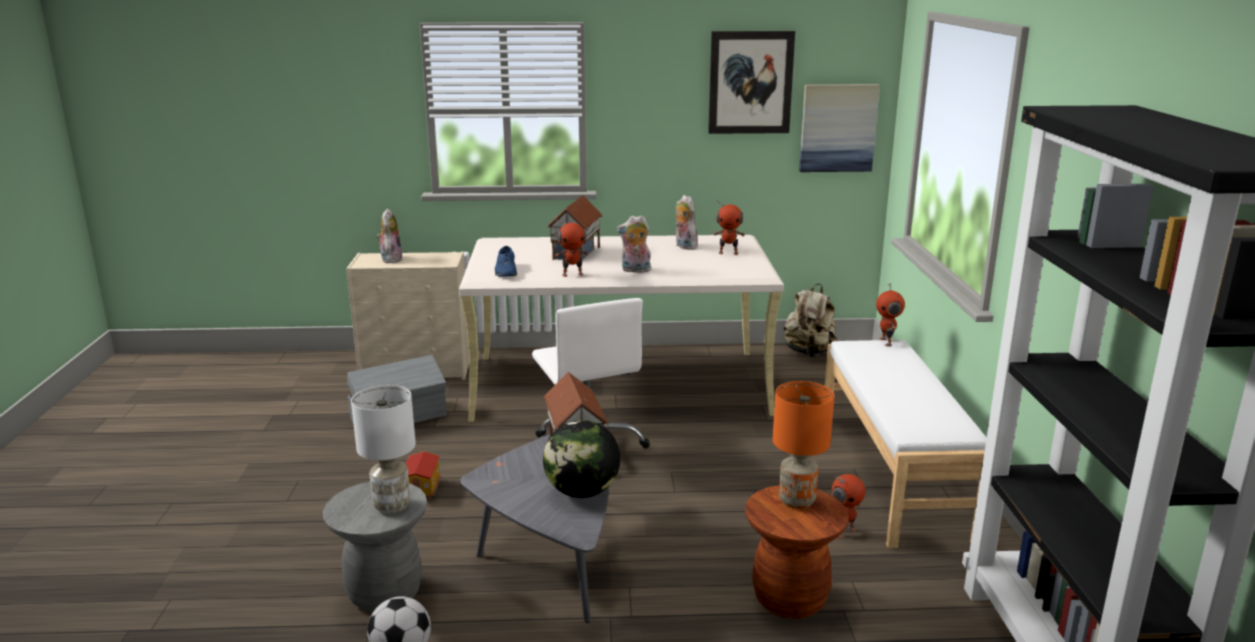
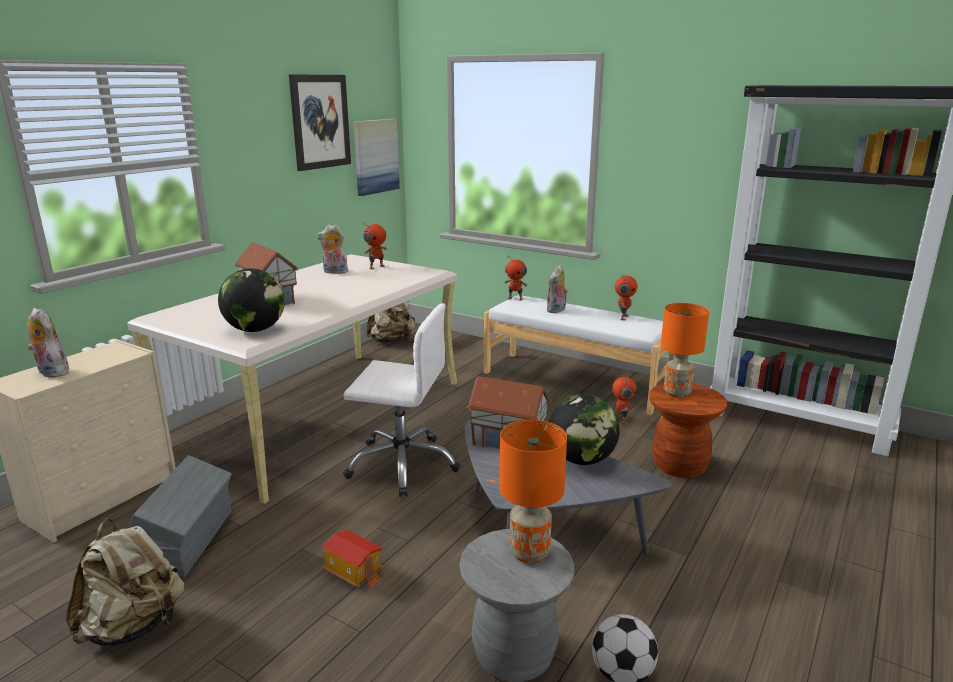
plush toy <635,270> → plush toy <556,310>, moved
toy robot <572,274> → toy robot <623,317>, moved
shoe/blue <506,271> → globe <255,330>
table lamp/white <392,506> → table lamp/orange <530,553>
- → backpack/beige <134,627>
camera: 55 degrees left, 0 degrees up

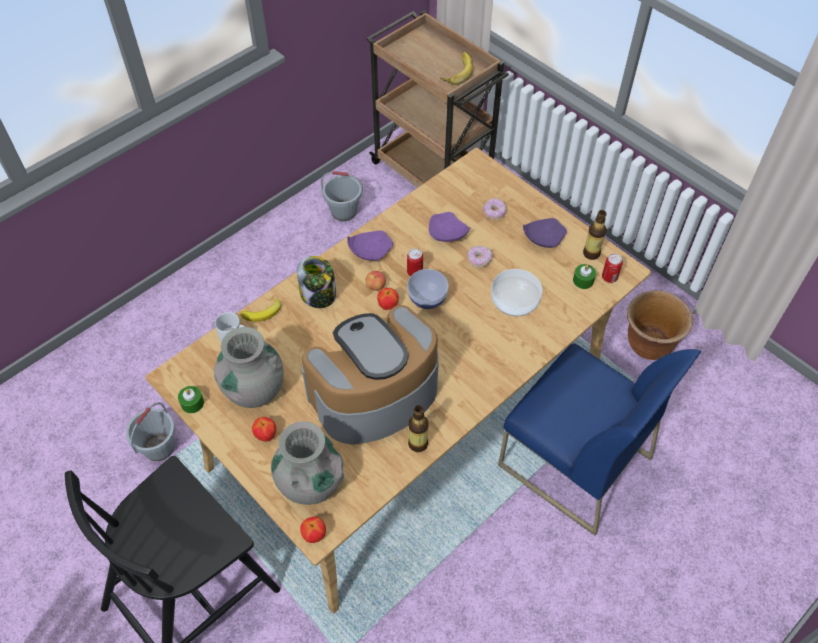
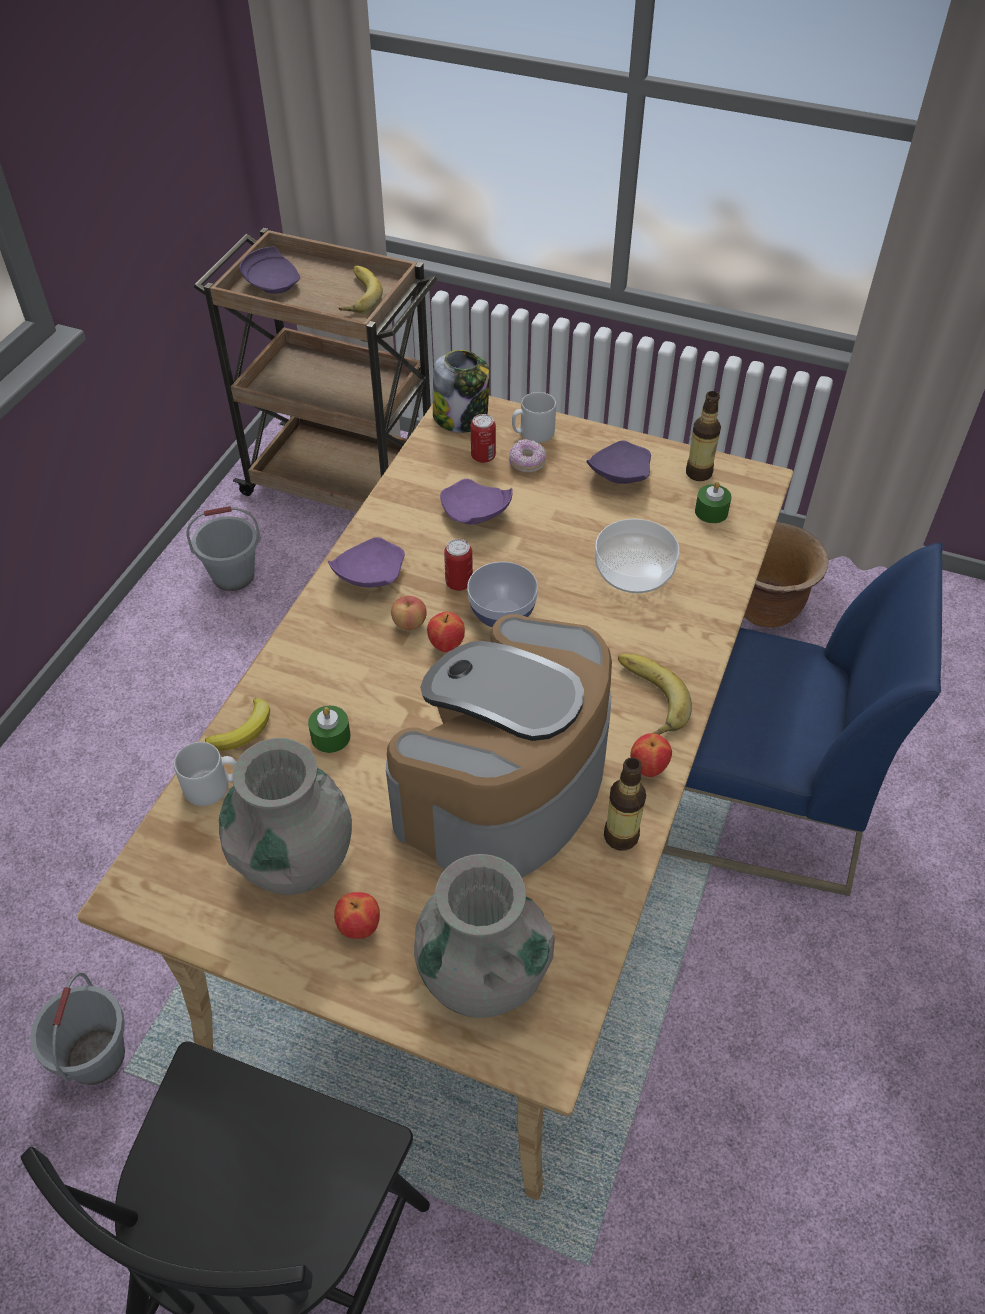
donut <479,260> → -
can <609,277> → can <483,456>, moved
jar <319,295> → jar <461,418>, moved
candle/green <192,403> → candle/green <330,736>, moved
apple <314,535> → apple <648,768>, moved
- → plate/purple <273,282>
- → mug/grey <532,433>
- → banana <646,698>
camera: 25 degrees left, 5 degrees down

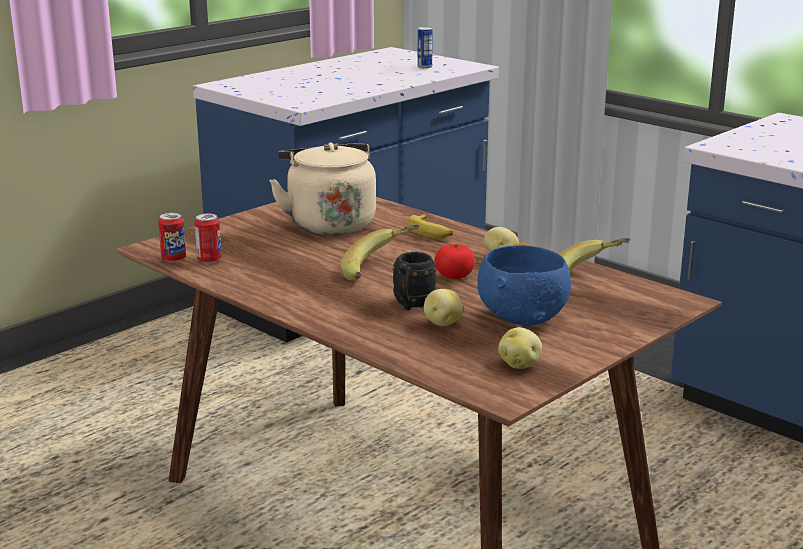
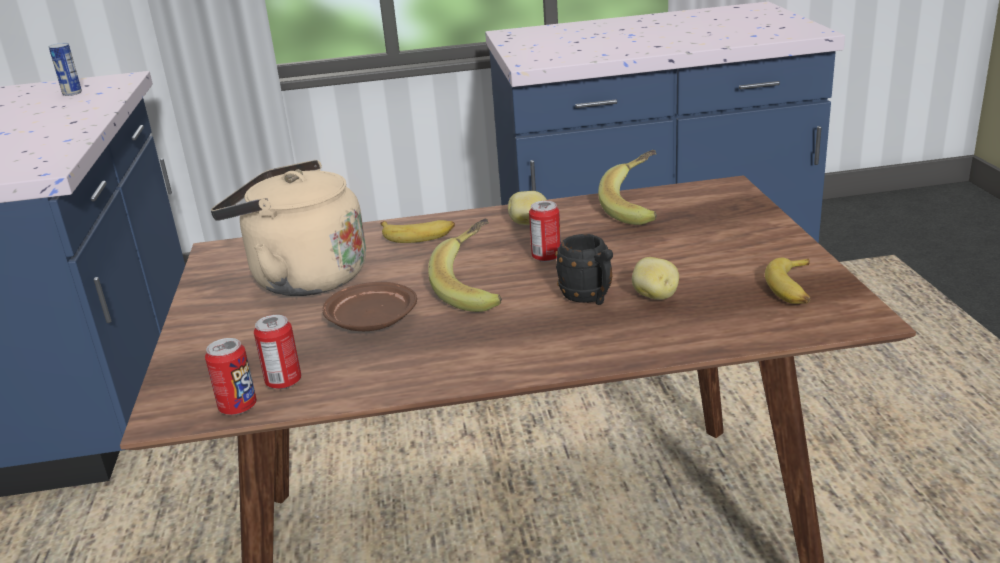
tomato <454,276> → can <546,257>
bowl/blue <523,318> → -
potato <520,364> → banana <793,289>
- → plate/brown <371,321>
camera: 50 degrees left, 5 degrees up

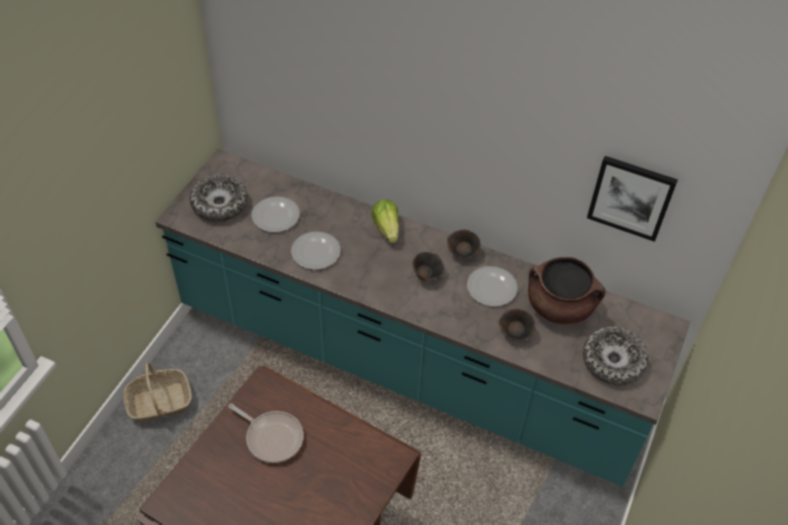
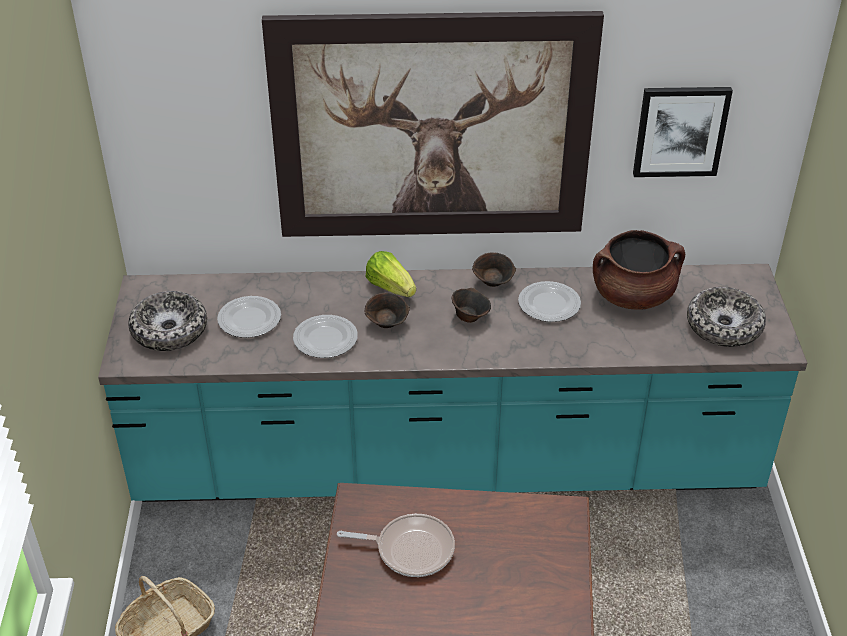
bowl/brown <516,333> → bowl/brown <387,323>, moved
- → picture <432,128>
camera: 25 degrees left, 10 degrees down

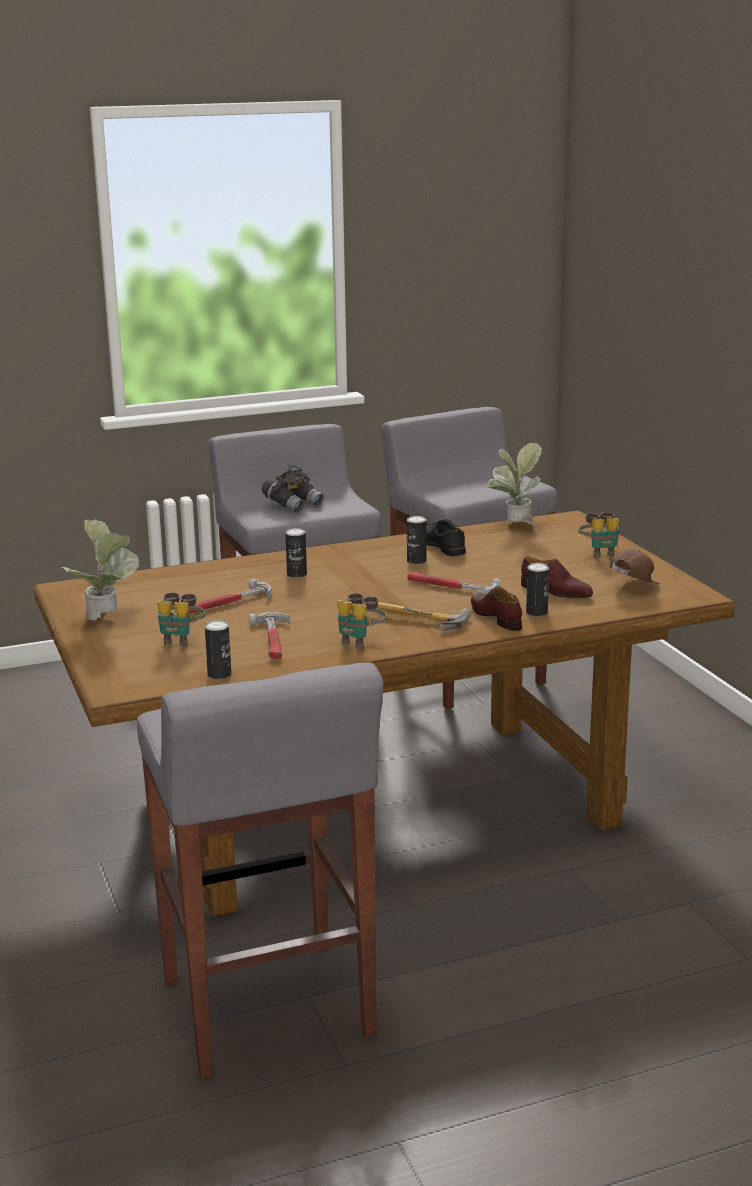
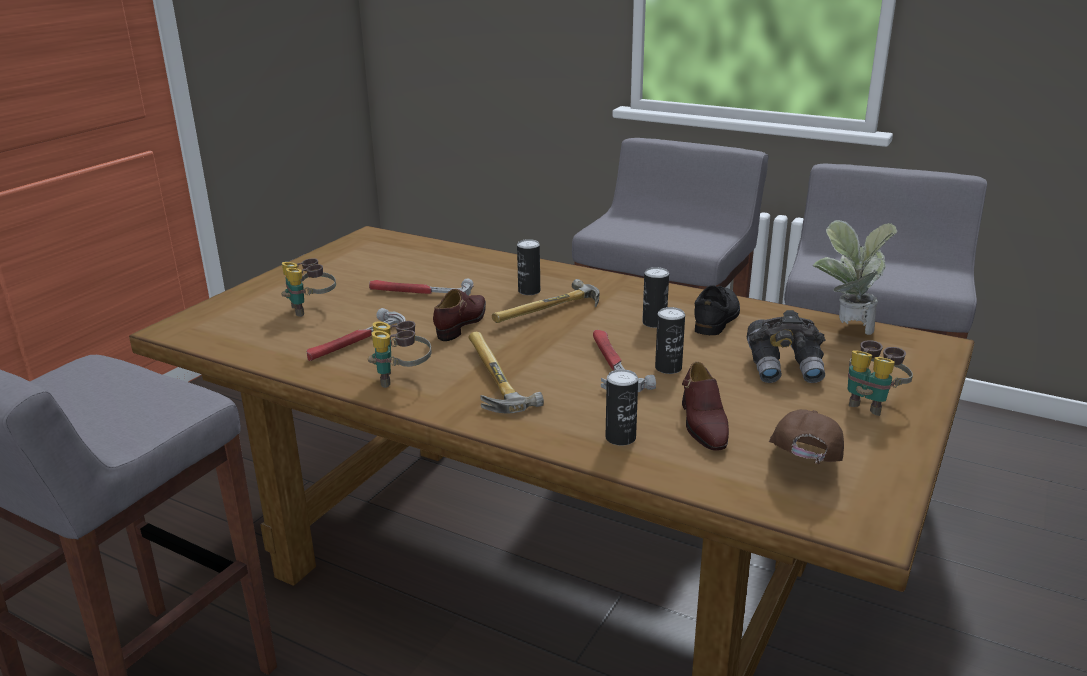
binoculars/grey <293,505> → binoculars/grey <785,368>, moved
potted plant <107,618> → -
cap/brown <631,588> → cap/brown <802,467>, 75 degrees counterclockwise
shoe/brown <496,617> → shoe/brown <462,323>, moved
can <219,674> → can <668,368>, moved
- → hammer <551,312>
camera: 50 degrees right, 5 degrees up

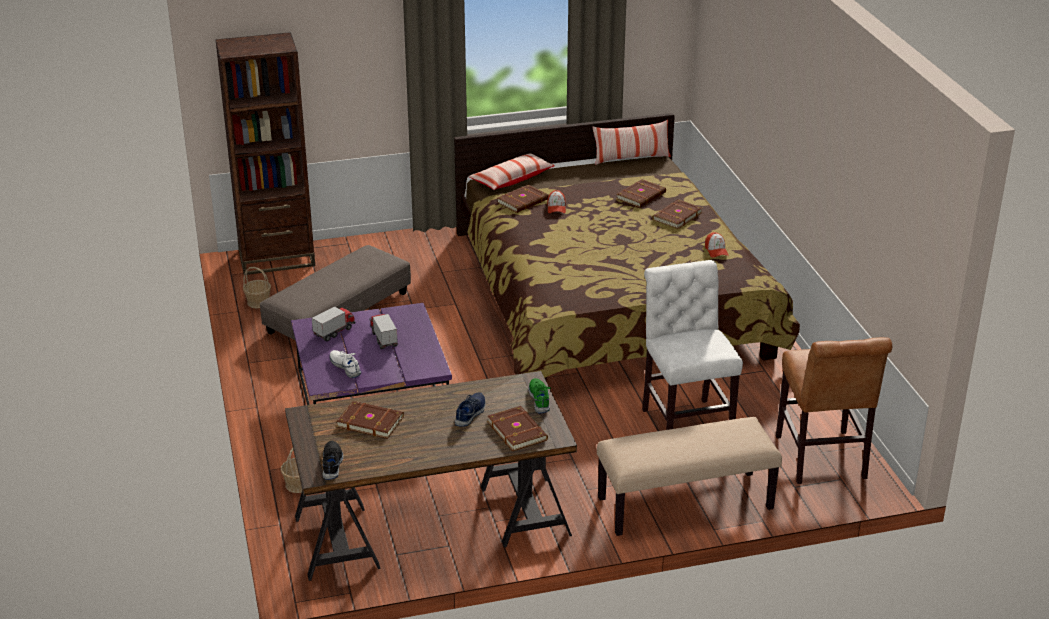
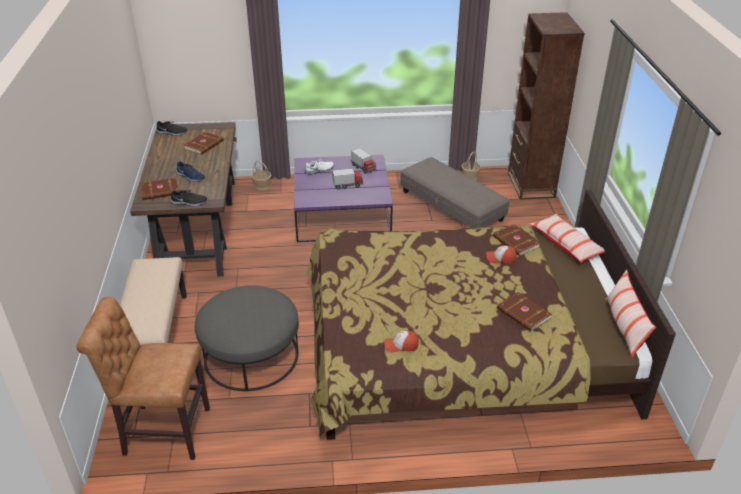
book/brown <676,216> → -
chair/white <685,423> → ottoman/grey <251,356>
shoe/green <540,399> → shoe/black <189,203>
camera: 100 degrees right, 5 degrees up

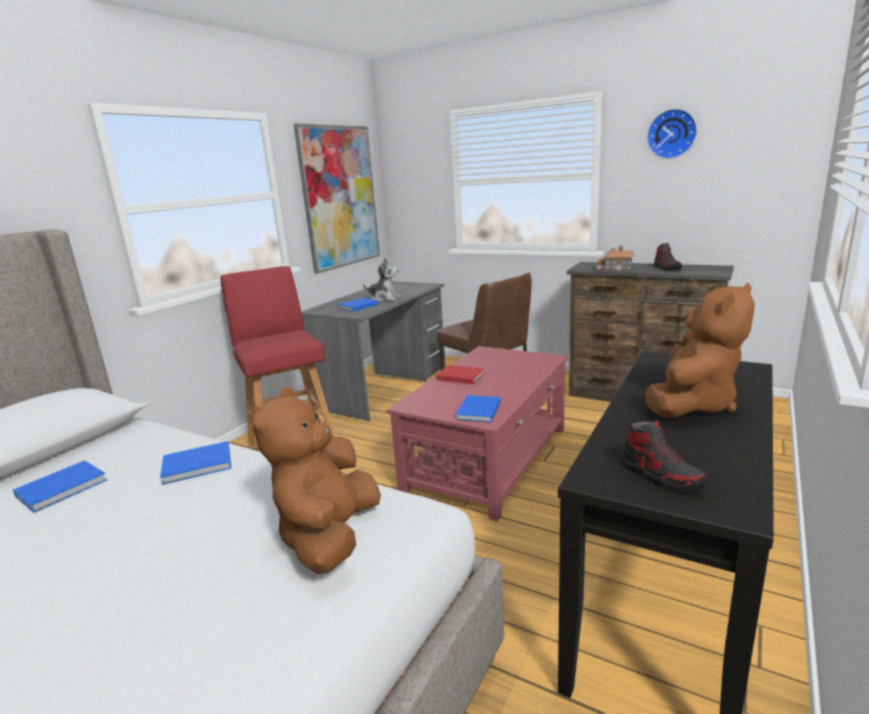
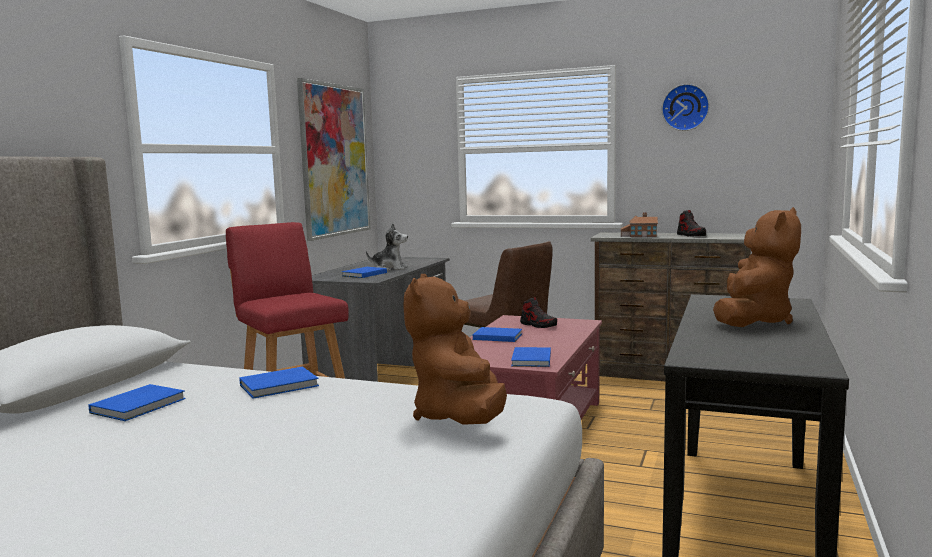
book/red <460,376> → book/blue <496,336>
shoe <661,476> → shoe <538,325>, moved
camera: 10 degrees left, 10 degrees down

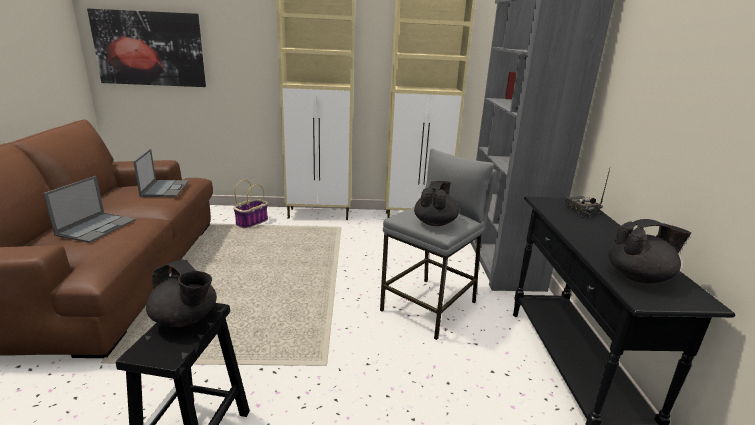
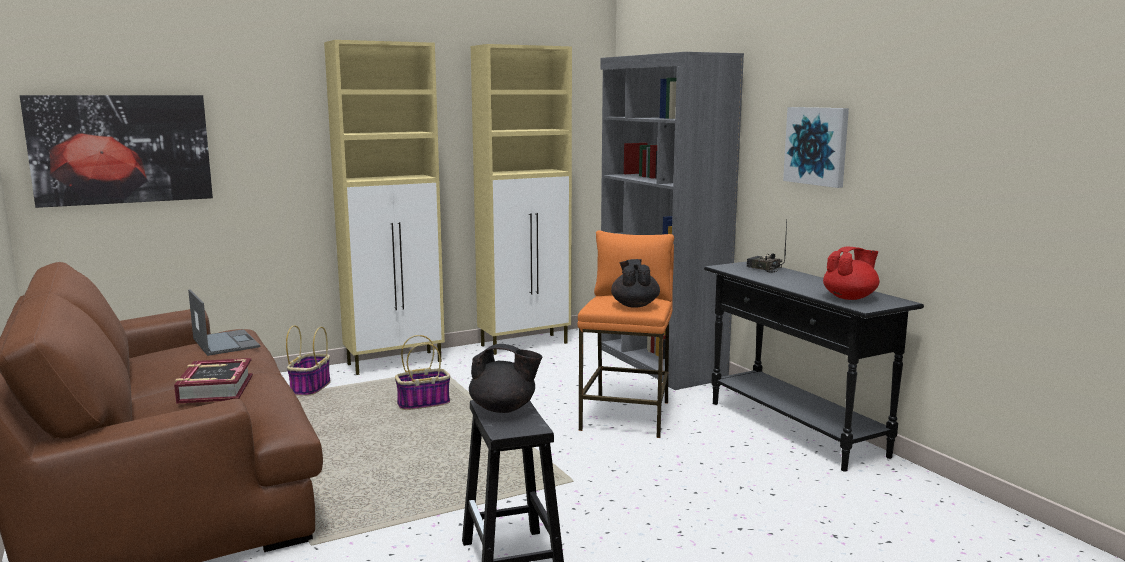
stool/grey <430,306> → stool/orange <627,415>
laptop <97,227> → book <215,389>
teapot/black <638,277> → teapot/red <850,297>
- → picture <817,146>
- → basket <424,403>
camera: 25 degrees left, 10 degrees down

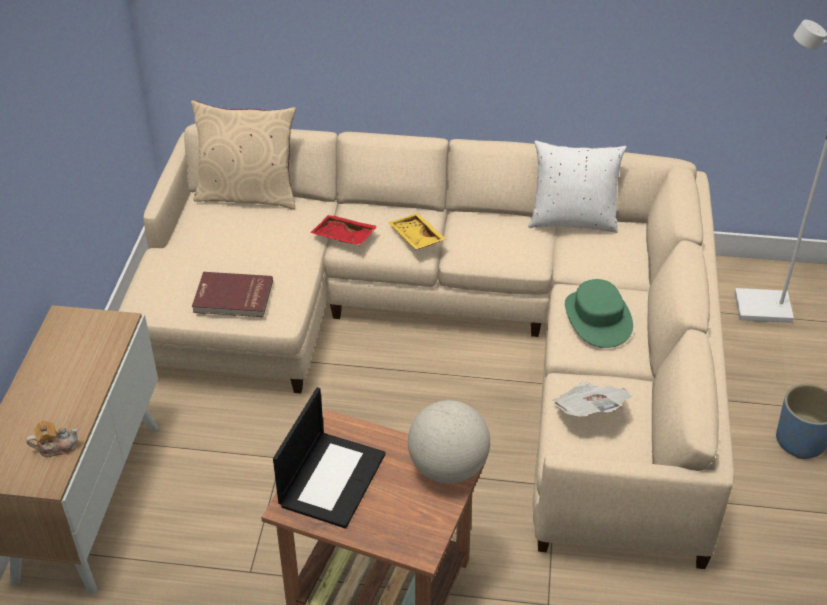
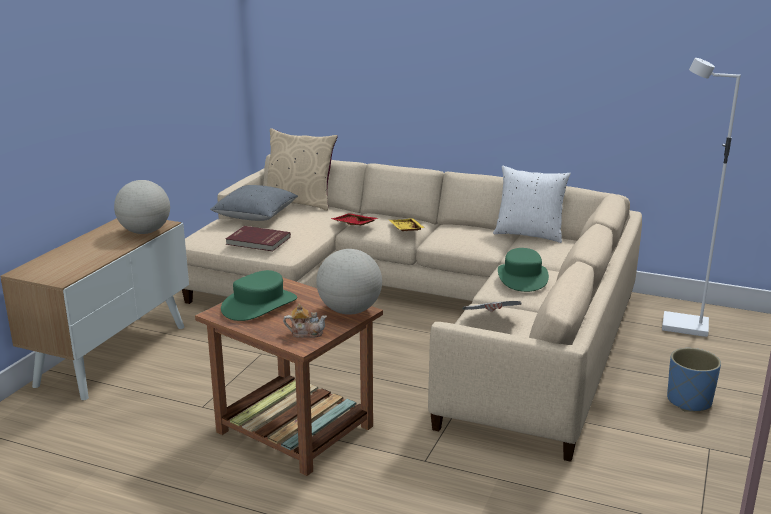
laptop <332,478> → hat/green <259,305>
teapot <56,447> → teapot <306,333>, moved
- → globe <145,232>
- → pillow/grey <255,216>
camera: 15 degrees right, 20 degrees down

